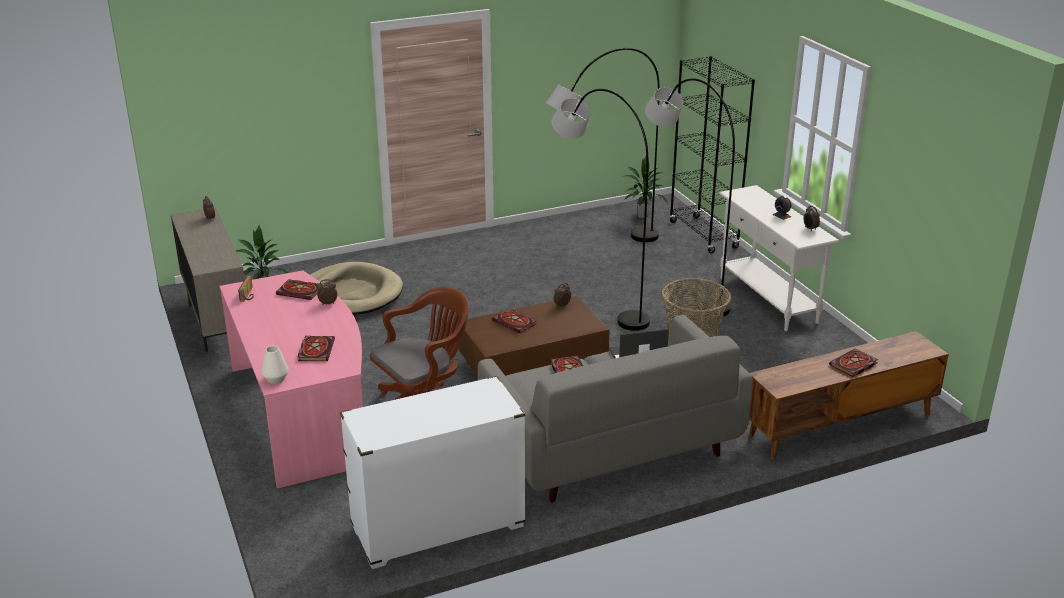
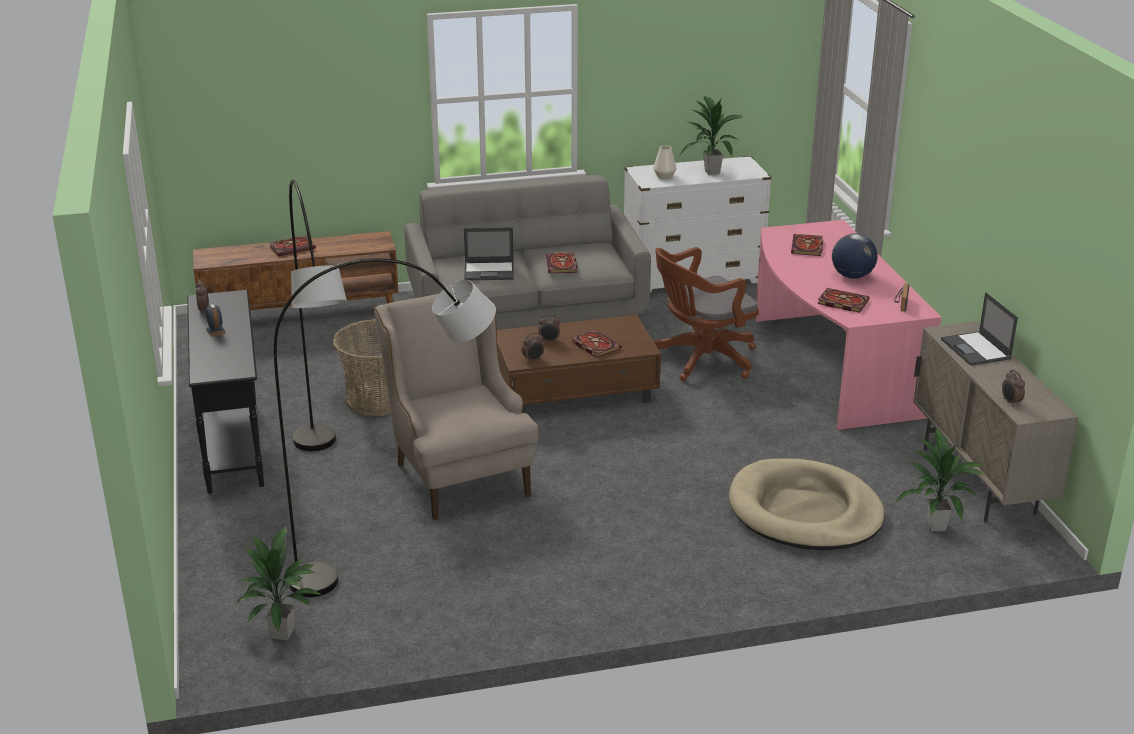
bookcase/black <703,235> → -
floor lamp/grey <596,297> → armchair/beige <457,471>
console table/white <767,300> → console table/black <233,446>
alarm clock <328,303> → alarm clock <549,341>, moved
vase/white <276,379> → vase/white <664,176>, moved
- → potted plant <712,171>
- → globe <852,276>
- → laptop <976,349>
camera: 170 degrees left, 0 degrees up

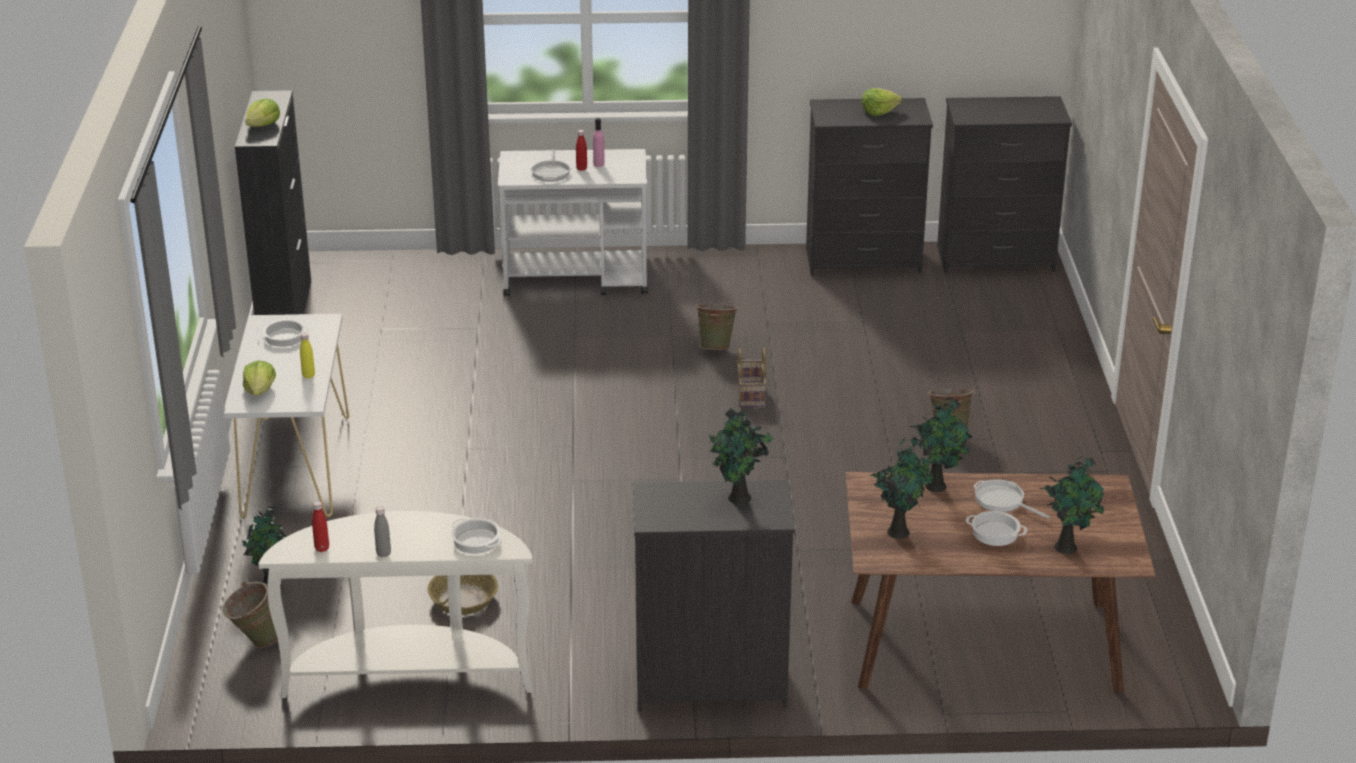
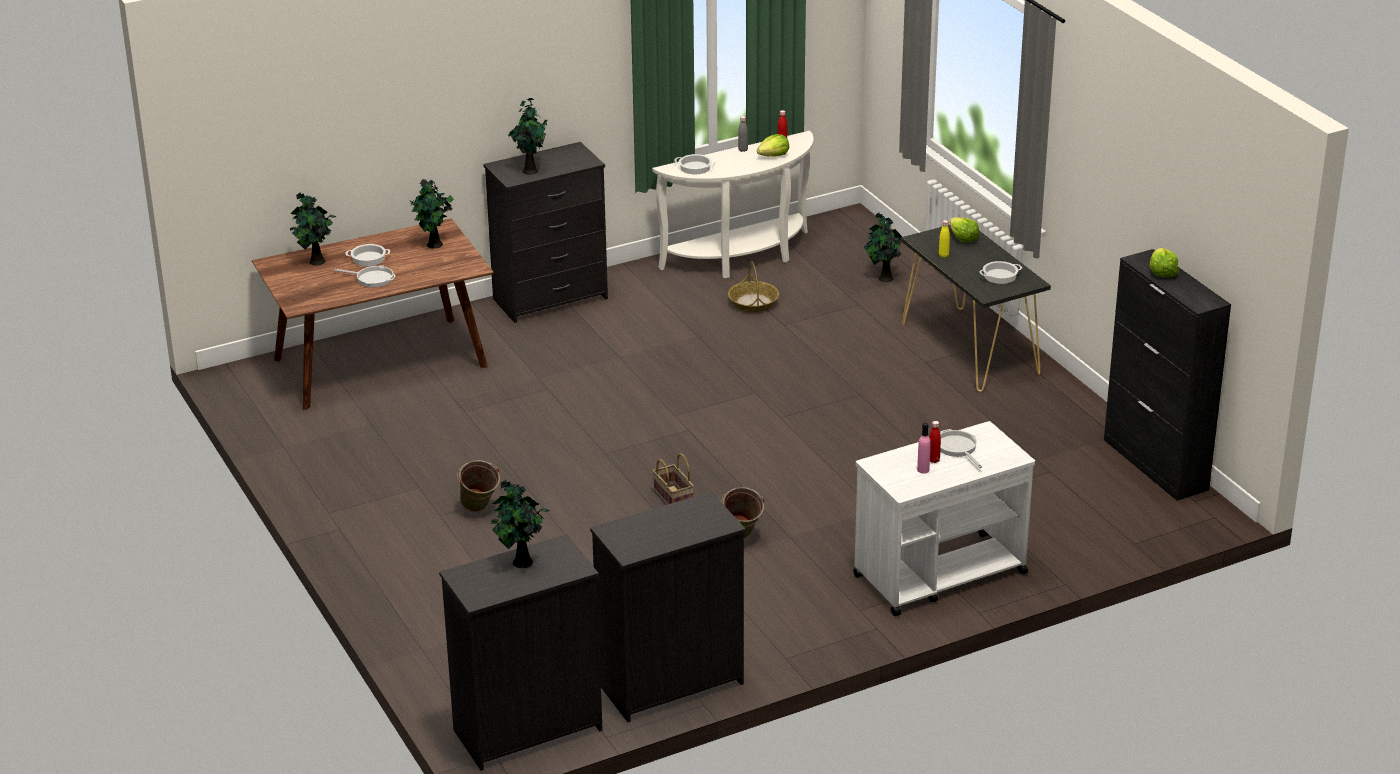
lettuce <878,111> → lettuce <773,156>, moved
console table/white <296,466> → console table/black <970,349>
potted plant <937,485> → potted plant <521,562>, moved
bucket/green <255,641> → -
camera: 155 degrees right, 0 degrees up

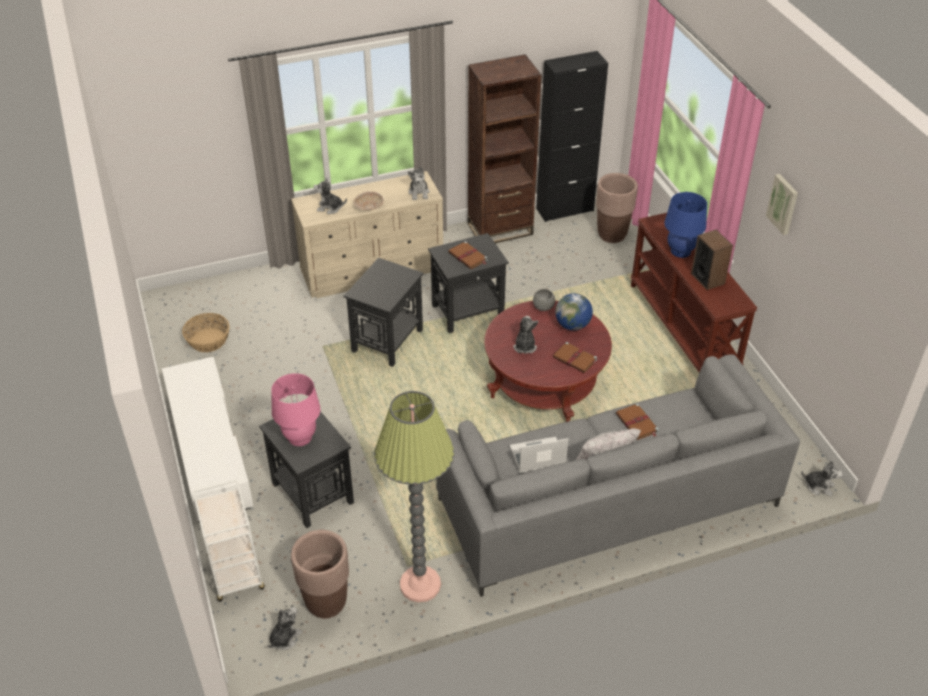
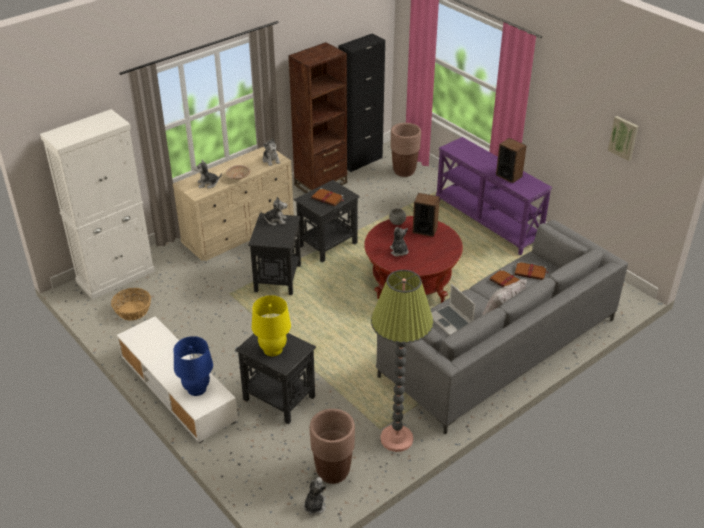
picture <783,204> → picture <624,137>, moved
table lamp/blue <680,251> → table lamp/blue <196,389>, moved
console table/brown <684,328> → console table/purple <488,222>
globe <572,325> → speaker <425,230>
book/brown <575,359> → book/brown <531,272>, moved
table lamp/pink <300,437> → table lamp/yellow <273,349>
laptop <537,457> → laptop <451,321>, 90 degrees counterclockwise
plush toy <819,486> → plush toy <275,220>, moved
cart/white <236,573> → -
- → cabinet/white <116,276>
camera: 20 degrees left, 5 degrees down

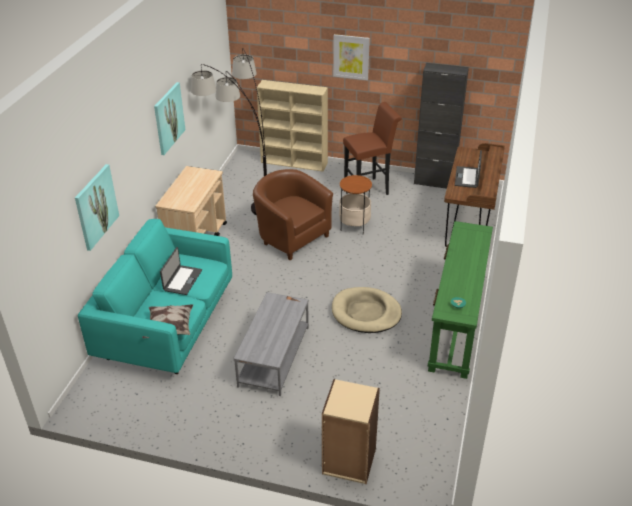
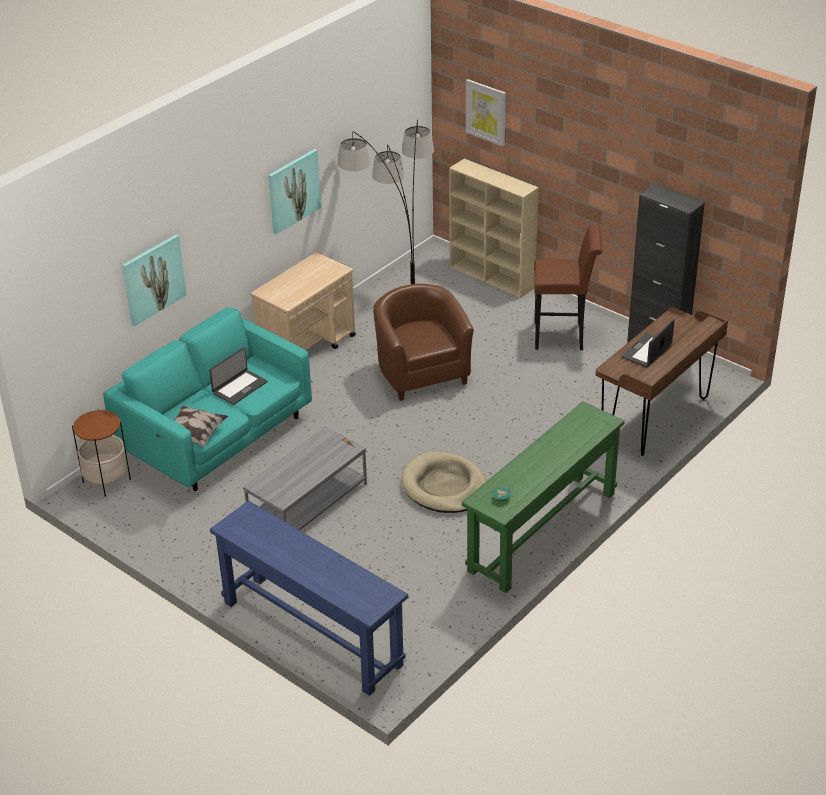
picture <351,57> → picture <486,112>, moved
side table <354,225> → side table <106,480>, moved
bookcase/beige <348,462> → console table/blue <312,633>
camera: 25 degrees right, 0 degrees up

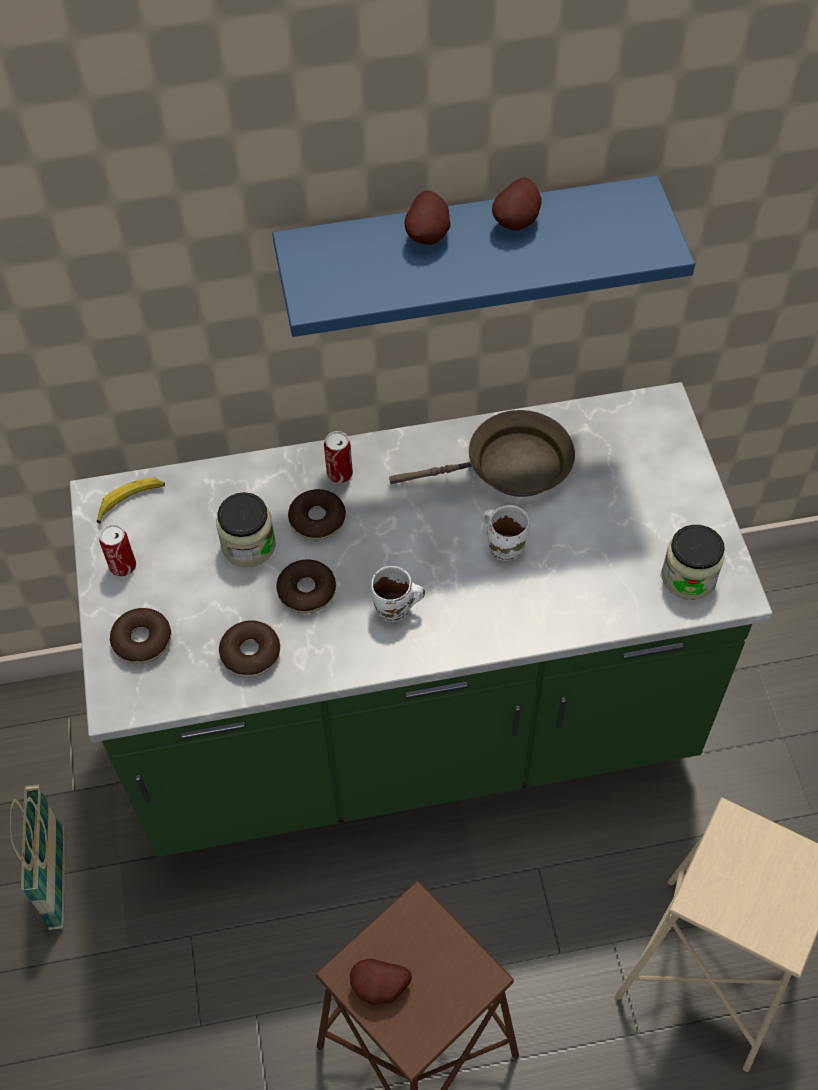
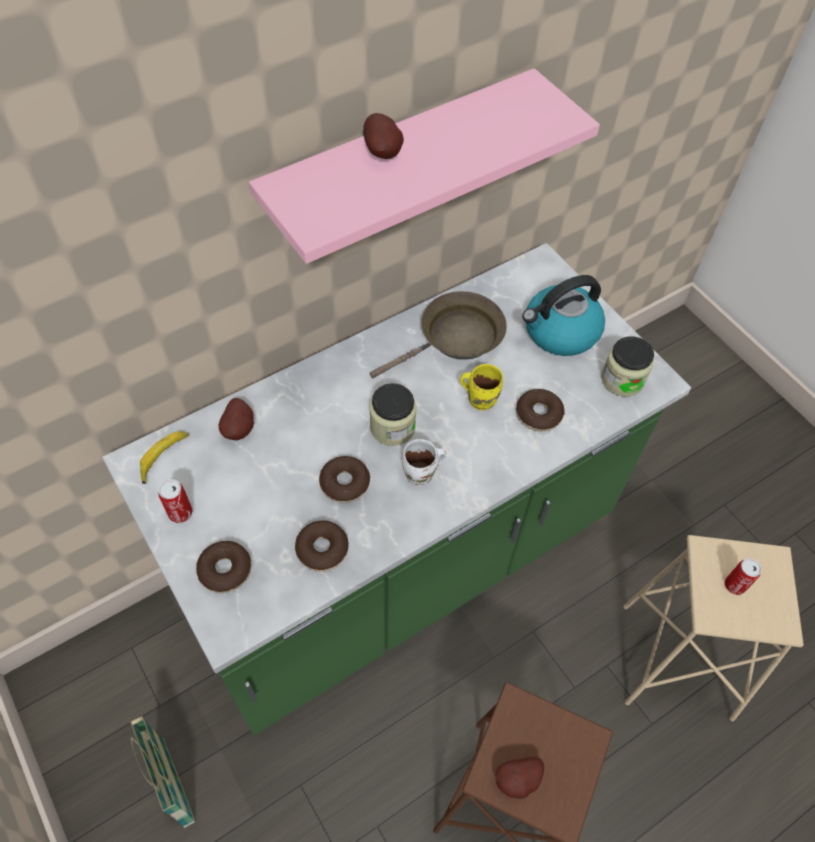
shelf/blue <466,249> → shelf/pink <399,165>
potato <518,222> → potato <240,429>, moved
can <339,473> → can <734,585>, moved
donut <317,520> → donut <538,414>, moved
jar <248,545> → jar <392,427>, moved
mug/white <505,545> → mug/yellow <480,398>
- → kettle <560,332>
camera: 25 degrees left, 0 degrees up

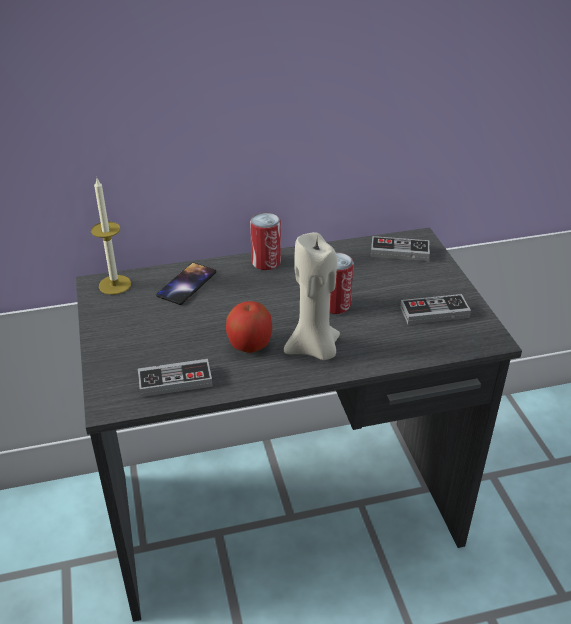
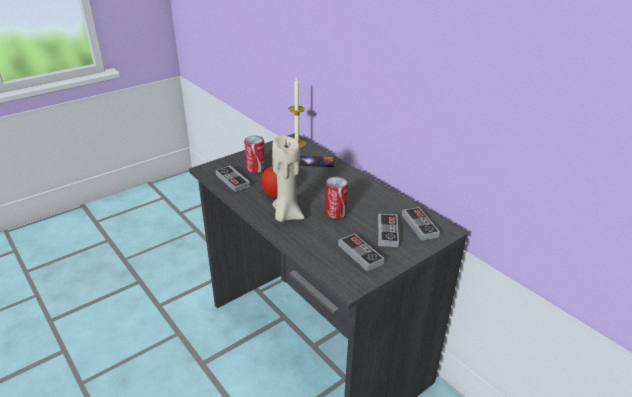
can <266,262> → can <255,168>, moved
- → game controller <387,232>
camera: 65 degrees right, 5 degrees down

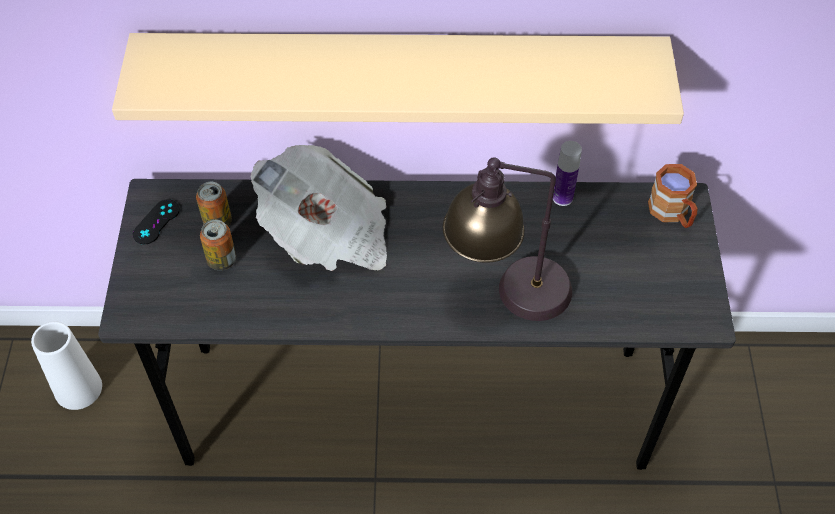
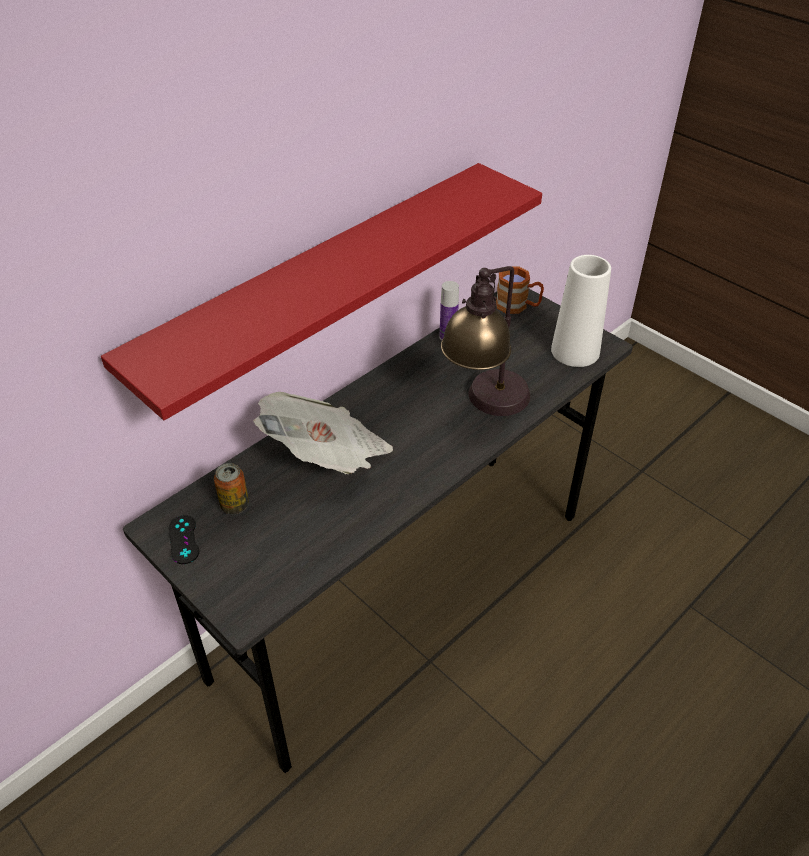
shelf/beige <400,74> → shelf/red <319,287>
can <221,260> → -
vase/white <78,388> → vase/white <575,351>, moved
camera: 45 degrees left, 10 degrees down

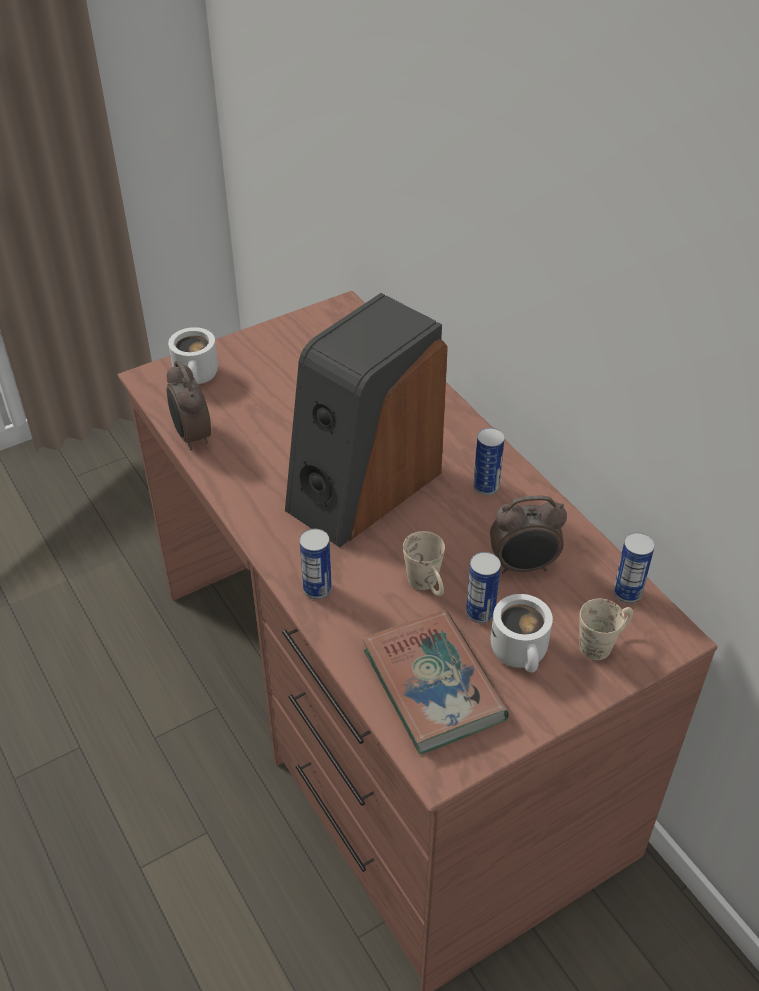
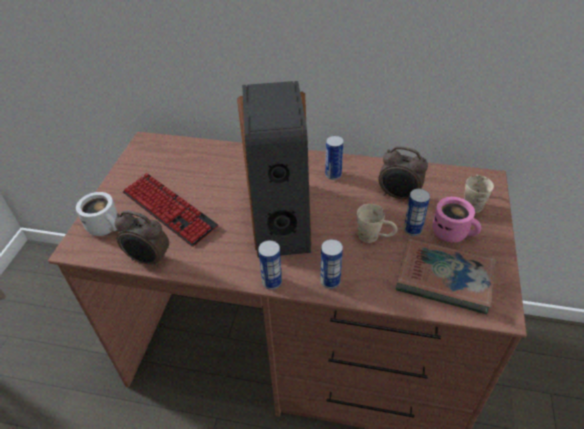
alarm clock <523,566> → alarm clock <398,196>, 75 degrees clockwise
can <627,593> → can <272,282>, moved
mug/white <522,653> → mug/pink <453,232>
- → keyboard <169,210>
camera: 45 degrees left, 0 degrees up

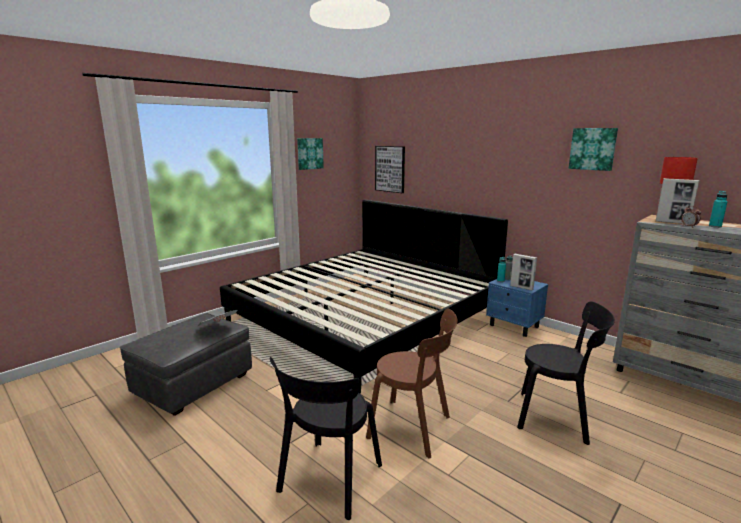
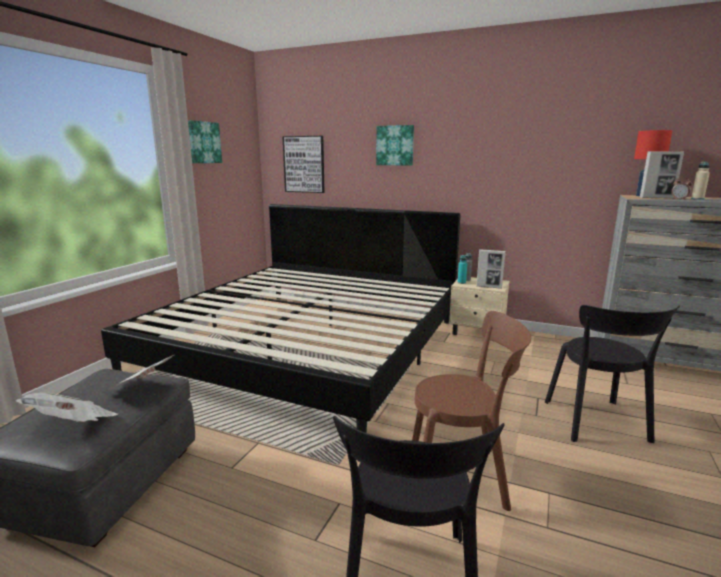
picture <593,149> → picture <395,145>, moved
bottle/turquoise <715,226> → bottle/beige <697,199>
nightstand/blue <514,326> → nightstand/beige <477,332>
chair/black <557,417> → chair/black <597,423>, 90 degrees clockwise
- → newspaper <74,425>
camera: 20 degrees left, 0 degrees up

